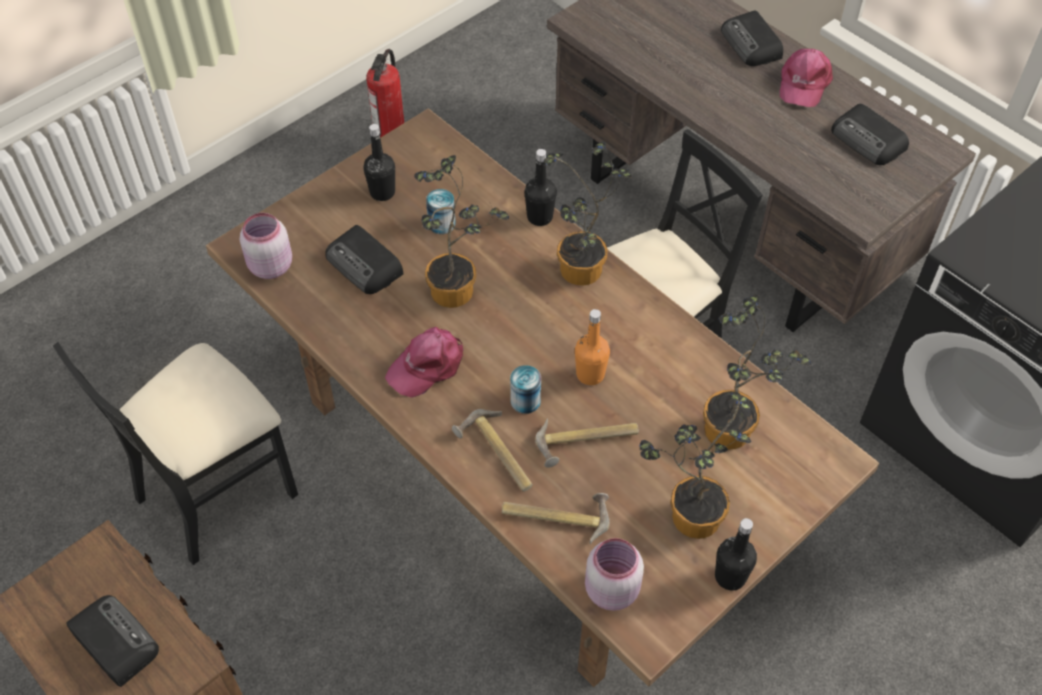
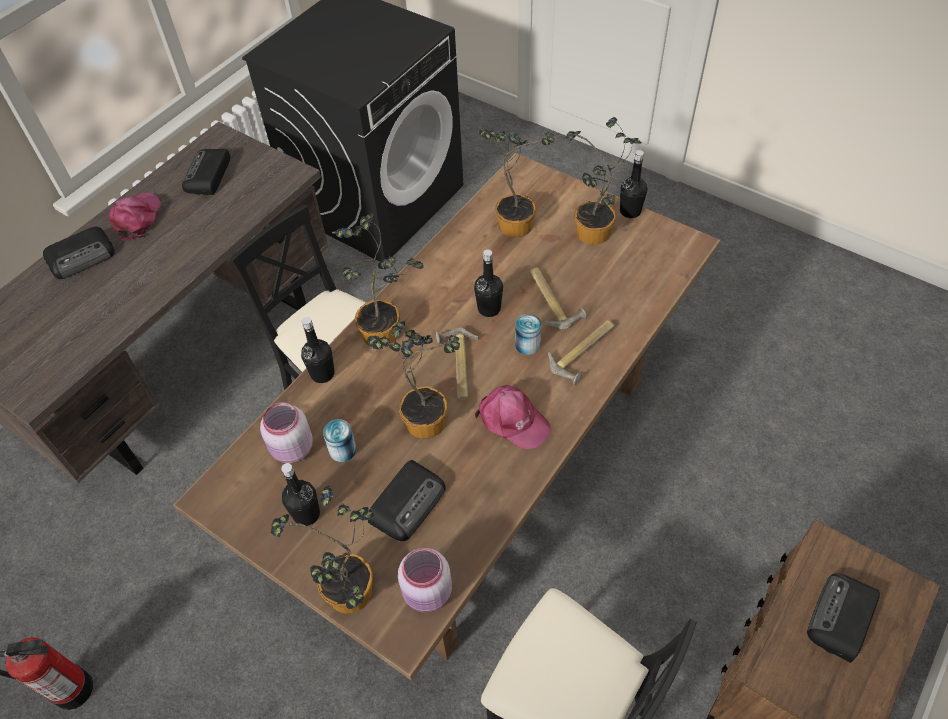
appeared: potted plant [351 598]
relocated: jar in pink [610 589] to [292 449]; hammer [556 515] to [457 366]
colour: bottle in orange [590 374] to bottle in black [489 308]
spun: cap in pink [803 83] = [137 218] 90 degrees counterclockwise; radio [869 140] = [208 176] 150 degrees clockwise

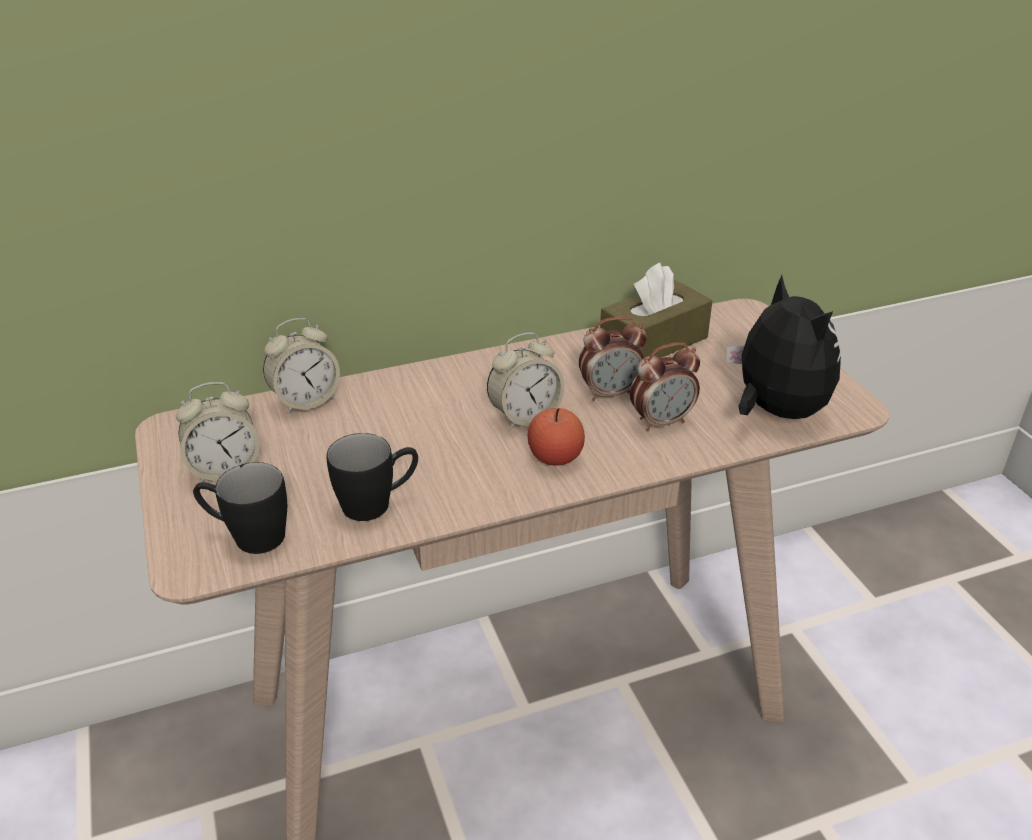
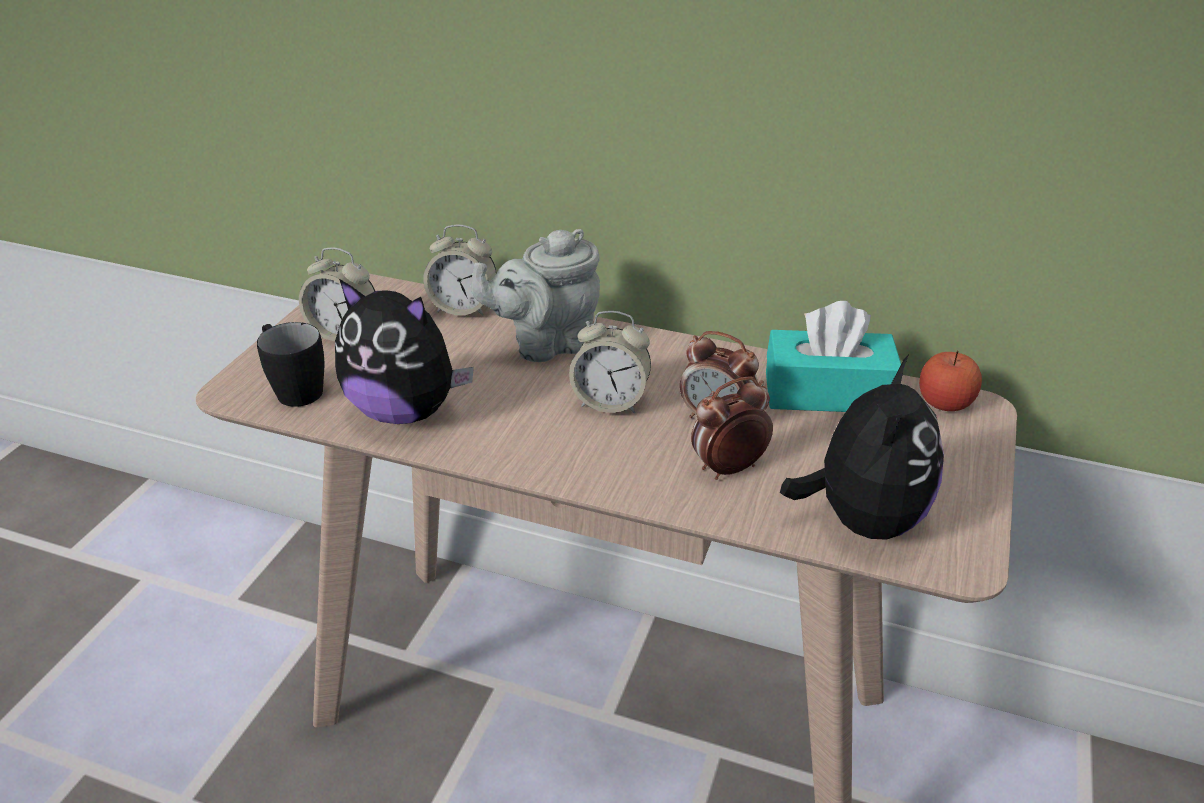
appeared: teapot in grey [545 344]
relocated: apple [555 457] to [944 403]
exchanged: mug in black [377 503] to plush toy [405 411]
colour: tissue box in brown [653 342] to tissue box in turquoise [827 393]
spun: alarm clock [662 422] = [728 468] 135 degrees clockwise

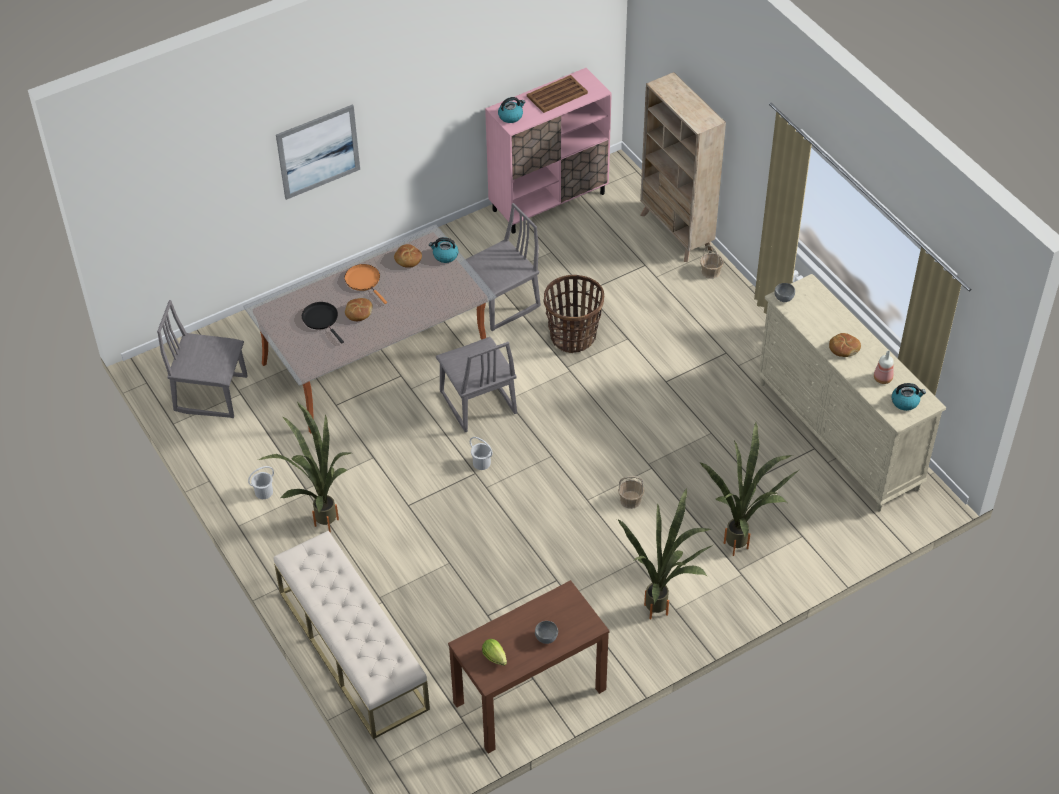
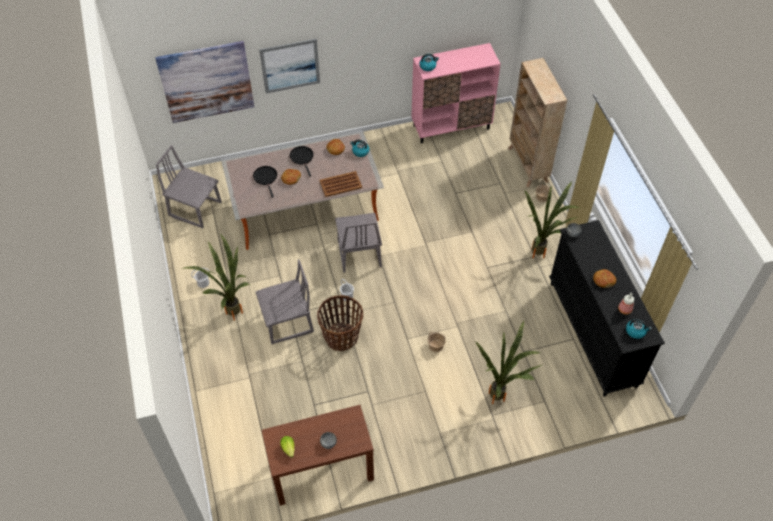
missing: bench in beige [352 649]
appeared: picture [206 82]
relocated: chair in grey [501 304] to [287 322]; basket [573 336] to [341 337]; tray in brown [556 95] to [340 184]; potted plant [664 610] to [542 254]
colour: frying pan in orange [364 281] to frying pan in black [302 158]; dresser in beige [838 436] to dresser in black [592 334]

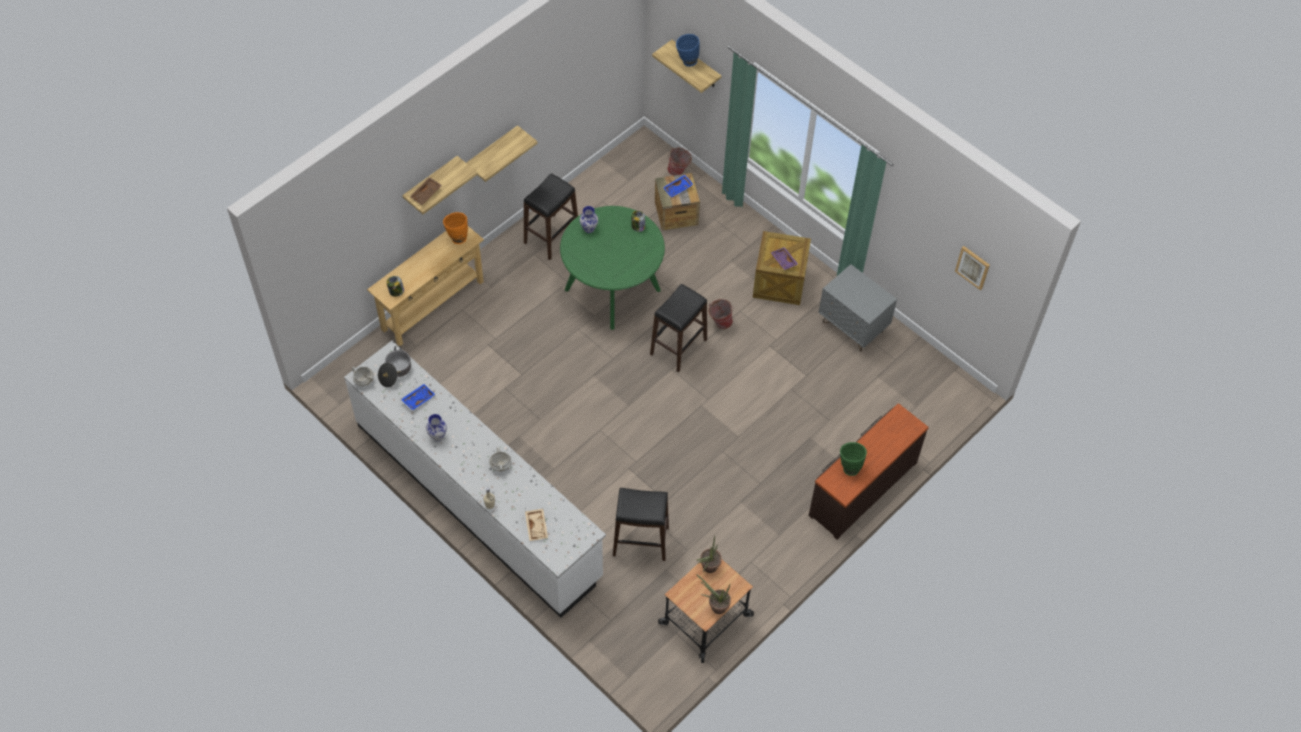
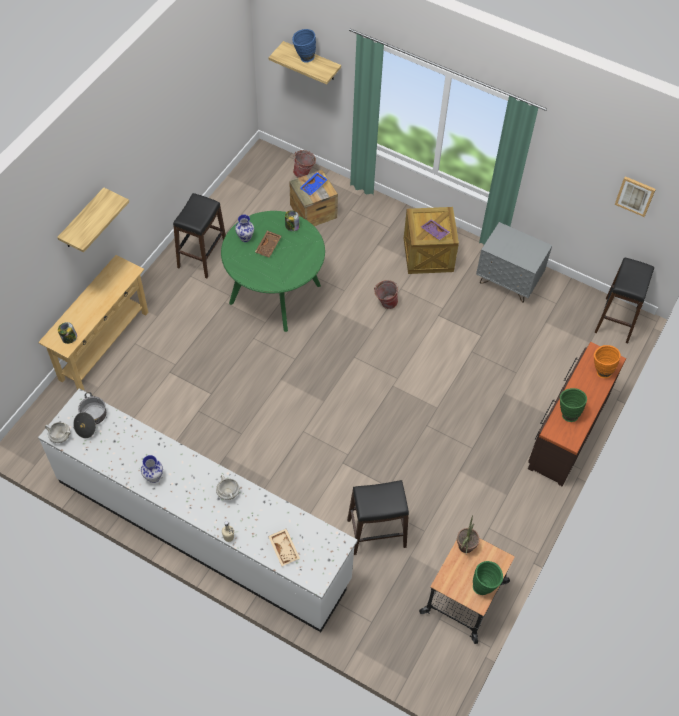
missing: tray in blue [418 399]; shelf [492 151]
relocated: tray in brown [426 194] to [268 246]; stool in black [678 347] to [616 320]; vase in orange [457 237] to [600 371]
exchanged: potted plant [715 606] to vase in green [484 586]

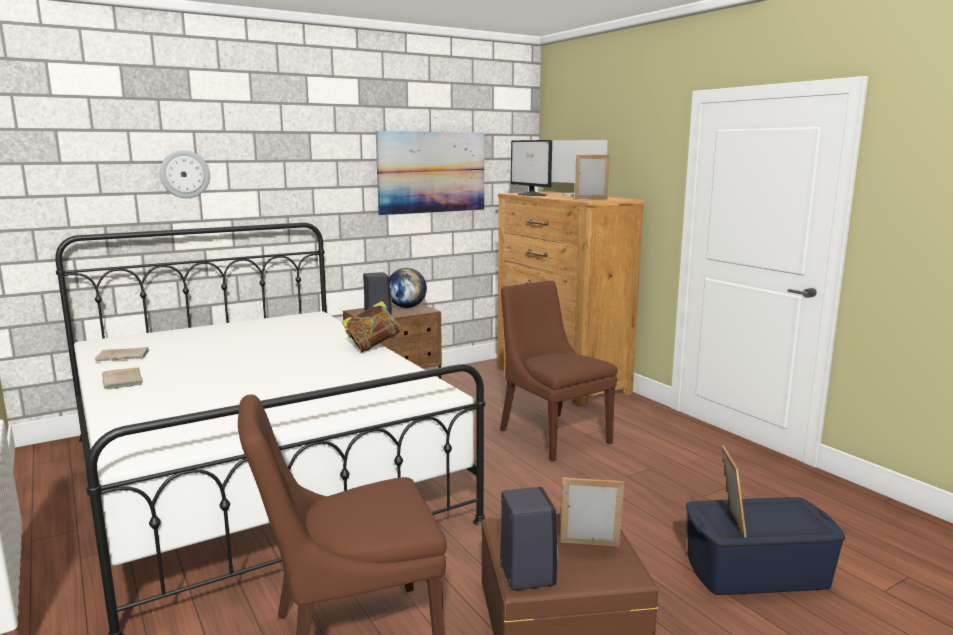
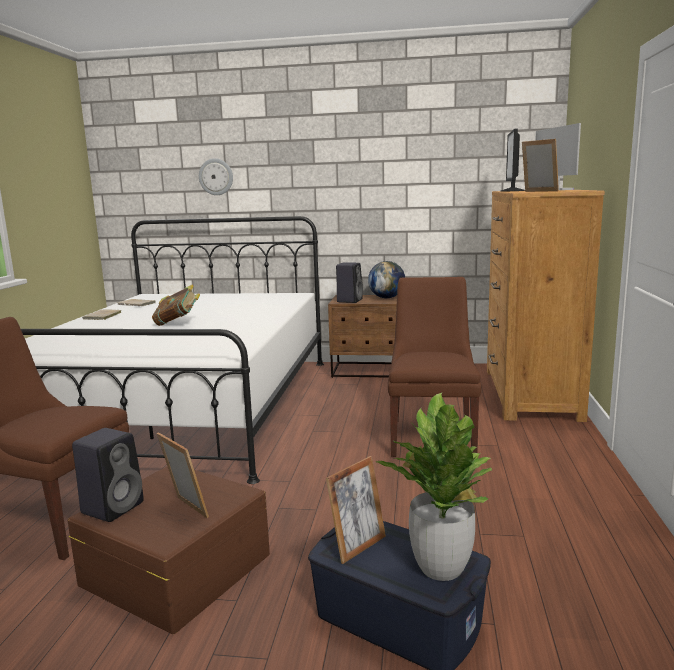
missing: picture [431 172]
appeared: potted plant [440 567]
relocated: book [373 346] to [177 323]

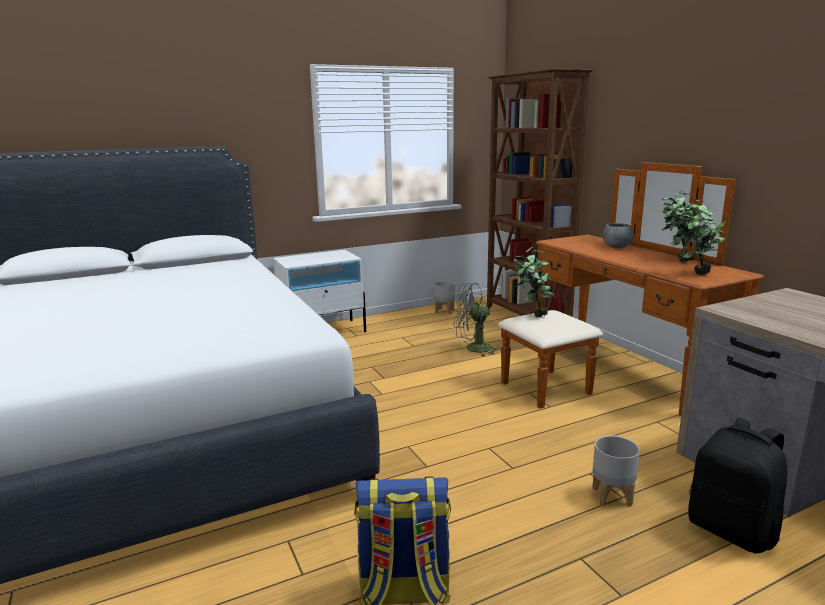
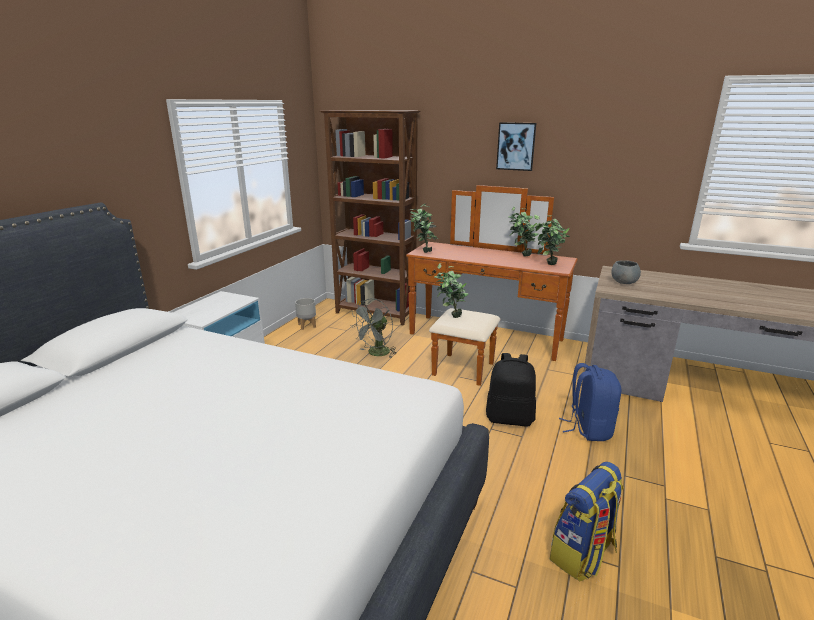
appeared: potted plant [422 251]; picture [516 146]
relocated: backpack in black [732 530] to [510 418]; bowl in grey [617 247] to [624 282]
exchanged: planter in grey [611 495] to backpack in blue [588 428]

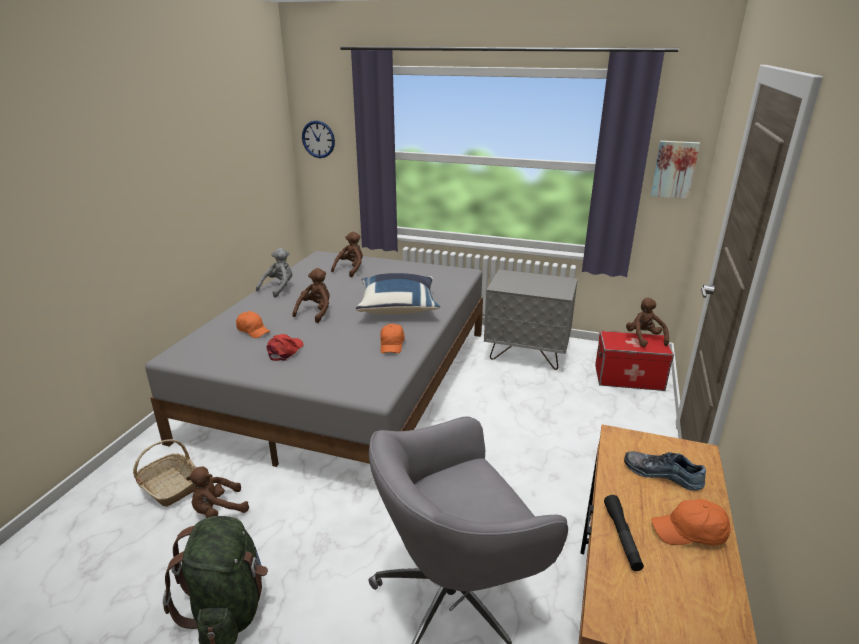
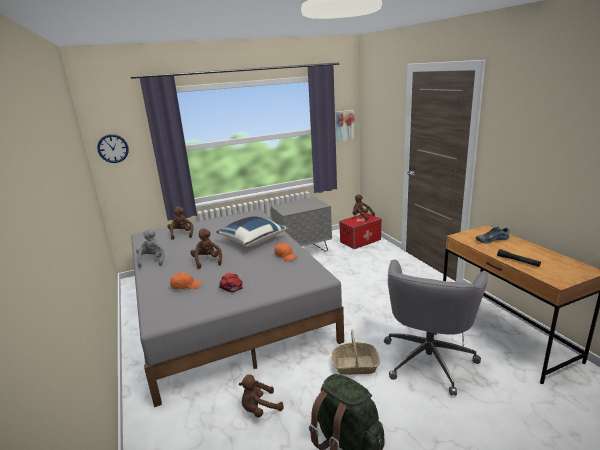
missing: cap in orange [690 533]
relocated: basket [169 486] to [355 365]
spun: plush toy in brown [218 510] = [260 409] 45 degrees clockwise

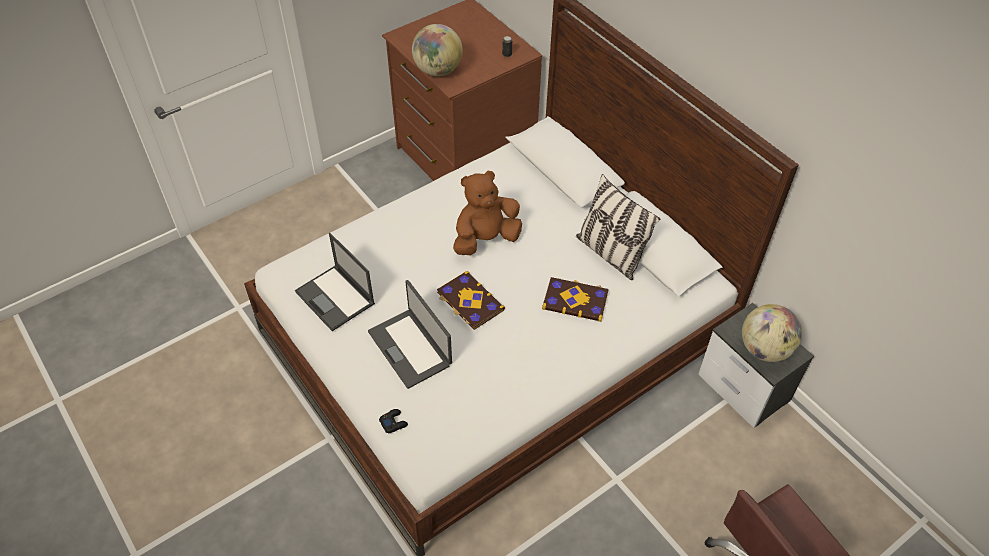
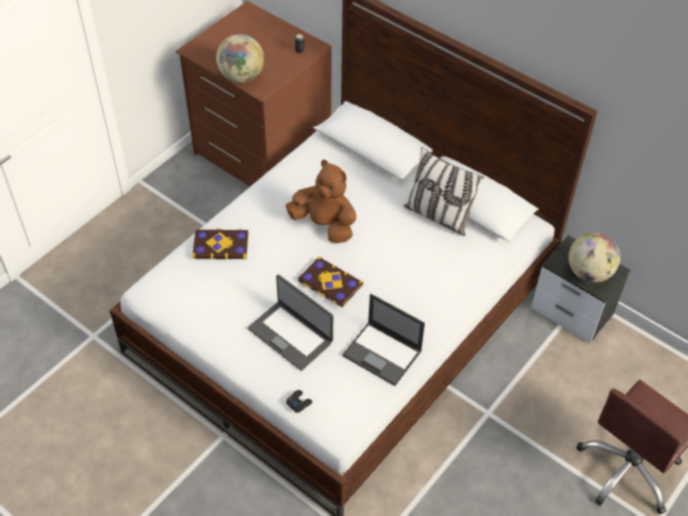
relocated: book [575 300] to [221 245]; laptop [335 298] to [383 354]
spun: plush toy in brown [485 239] = [324 225] 75 degrees clockwise

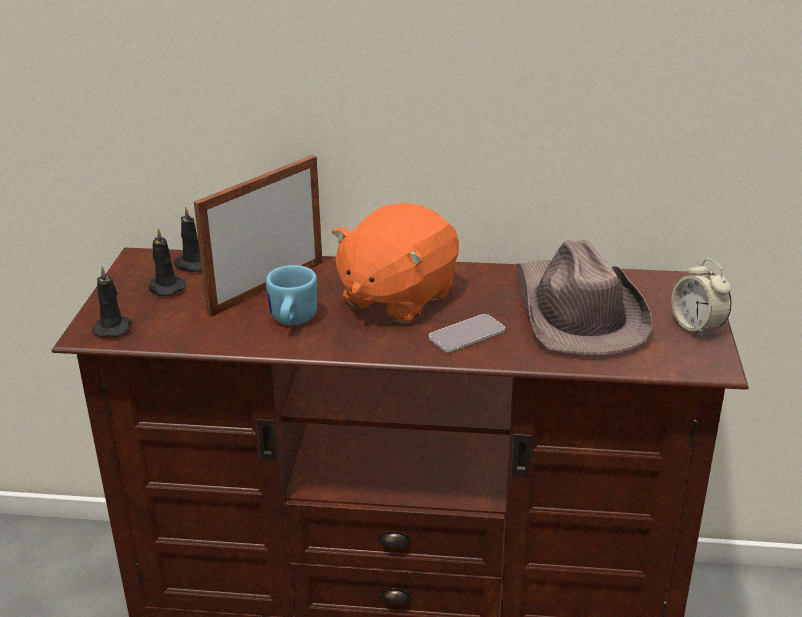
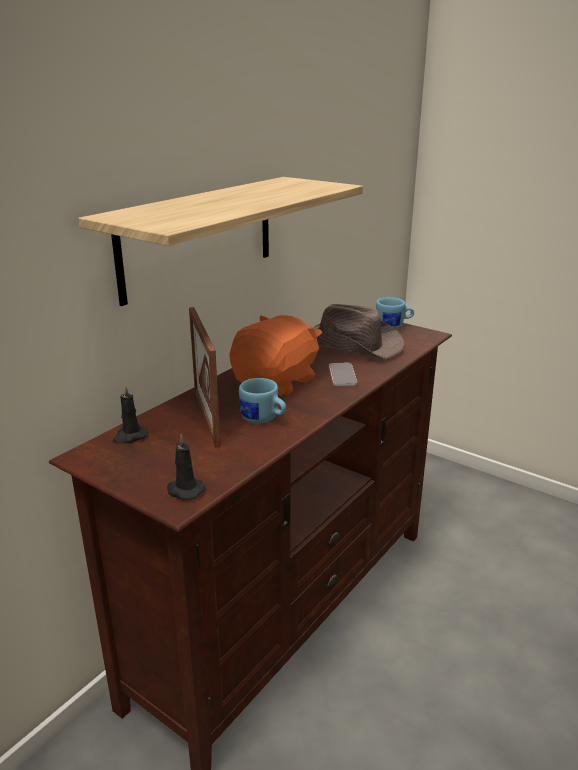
missing: candle in black [165 288]
appeared: shelf [199 237]
exchanged: alarm clock [697 327] to mug in blue [393 326]
spun: plush toy in orange [396 297] = [276 382] 120 degrees counterclockwise

